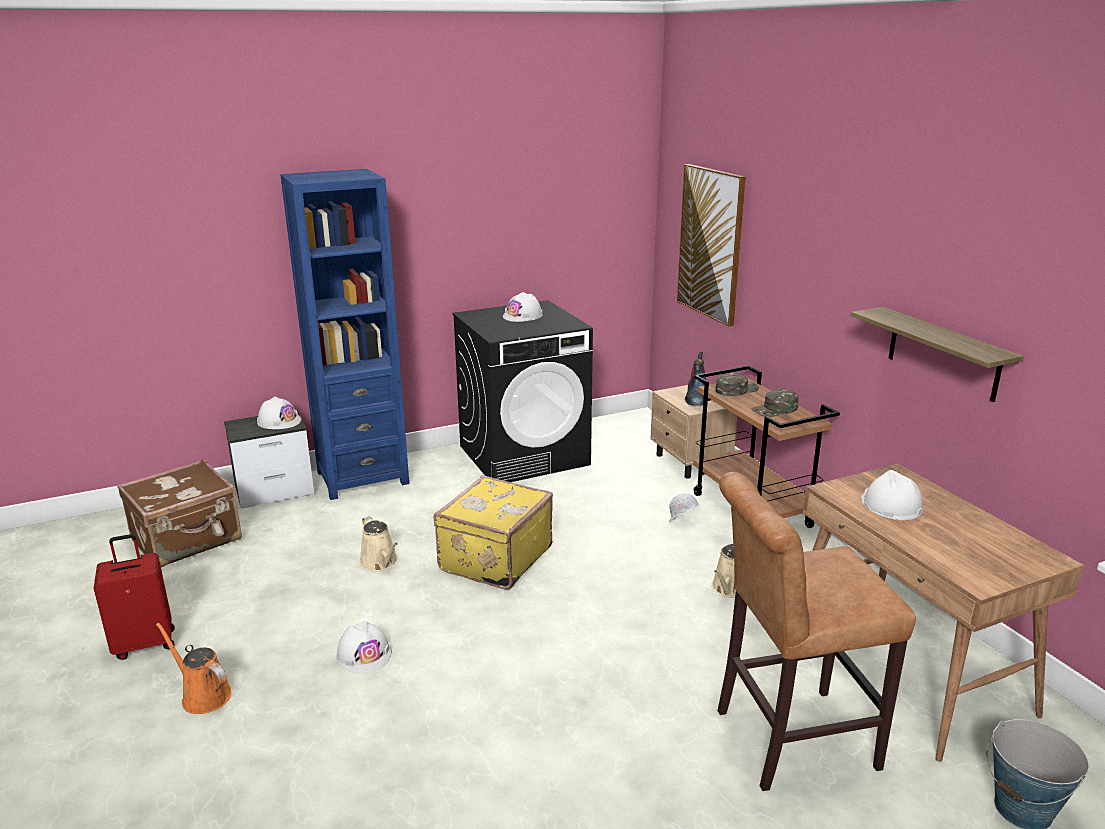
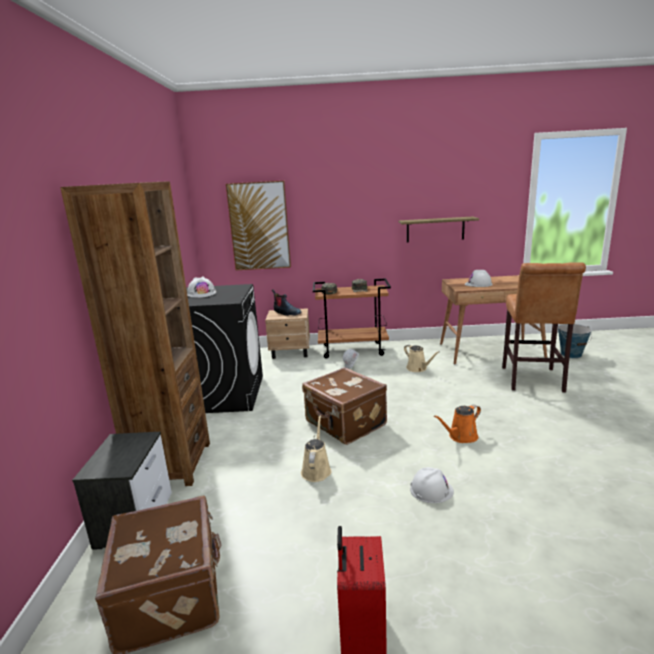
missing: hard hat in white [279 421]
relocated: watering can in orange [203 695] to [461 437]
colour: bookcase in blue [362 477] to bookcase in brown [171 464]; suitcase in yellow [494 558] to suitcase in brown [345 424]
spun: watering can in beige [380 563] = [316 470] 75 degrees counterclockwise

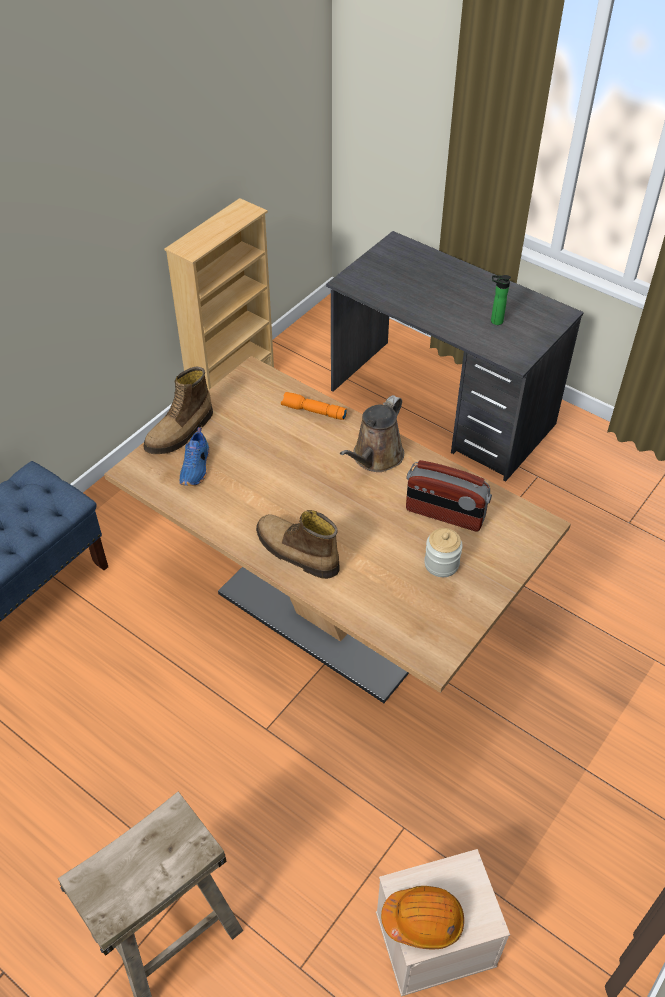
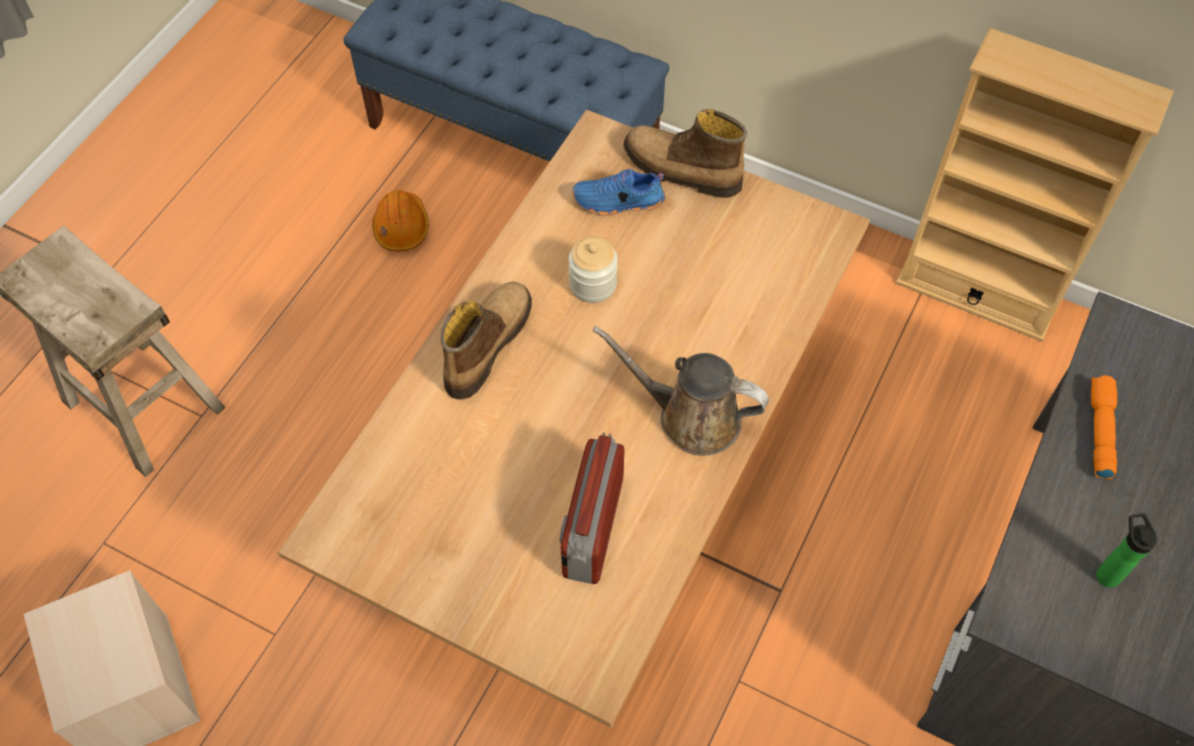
relocated: hard hat in orange [423 920] to [401 227]; jar [441 564] to [593 284]; flashlight in orange [313 411] to [1099 430]

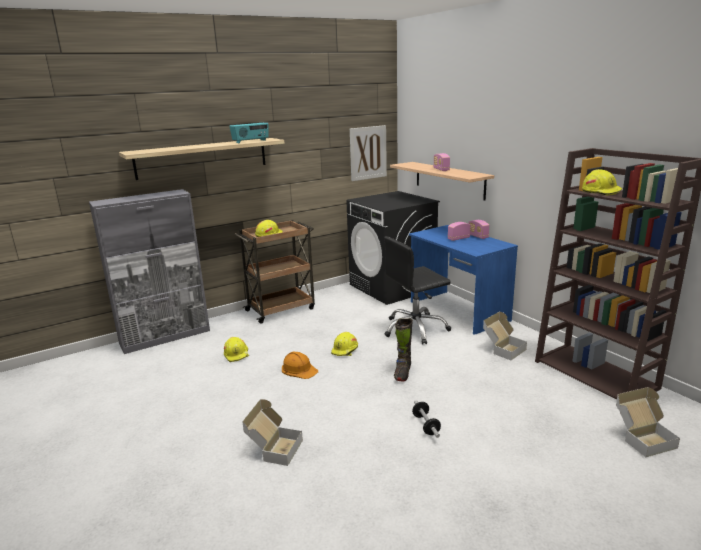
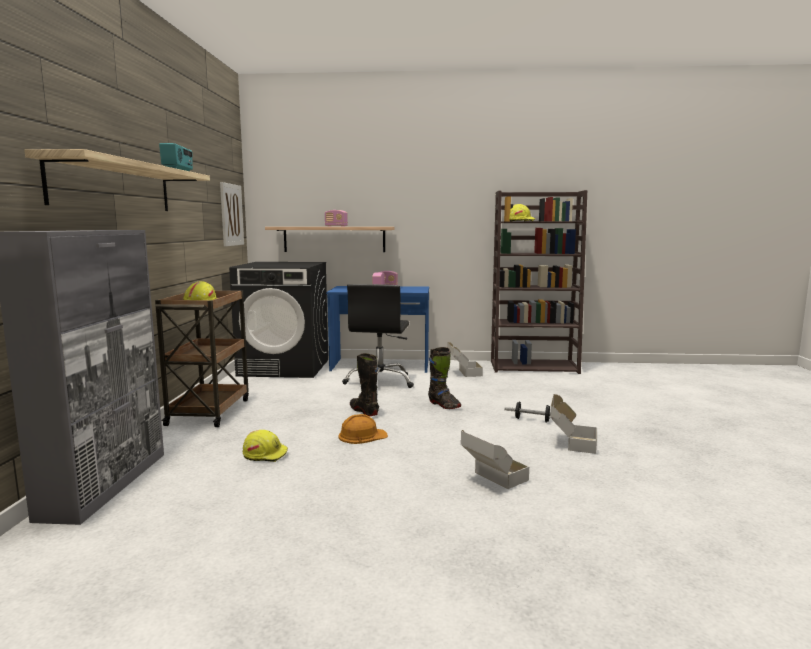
relocated: cardboard box [642 438] to [571 443]
exchanged: hard hat in yellow [345 350] to boot in black [364 411]

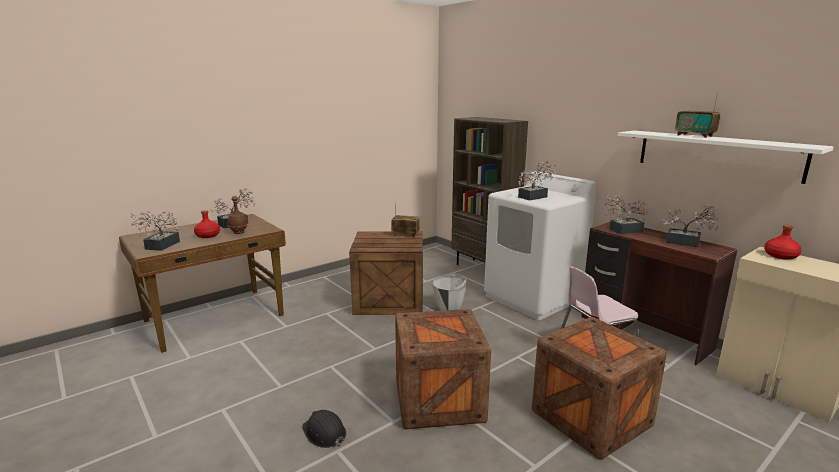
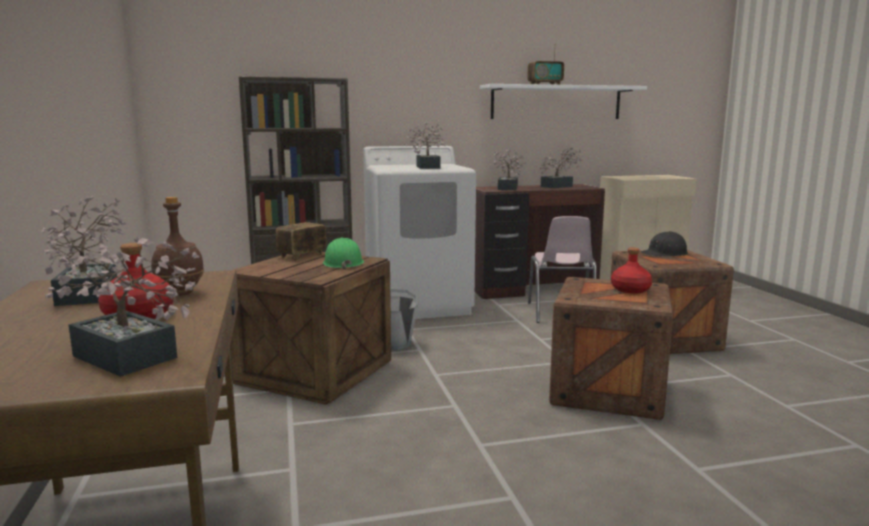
appeared: hard hat in green [342 263]
relocated: bottle in red [780 256] to [630 290]; hard hat in black [324 433] to [665 253]

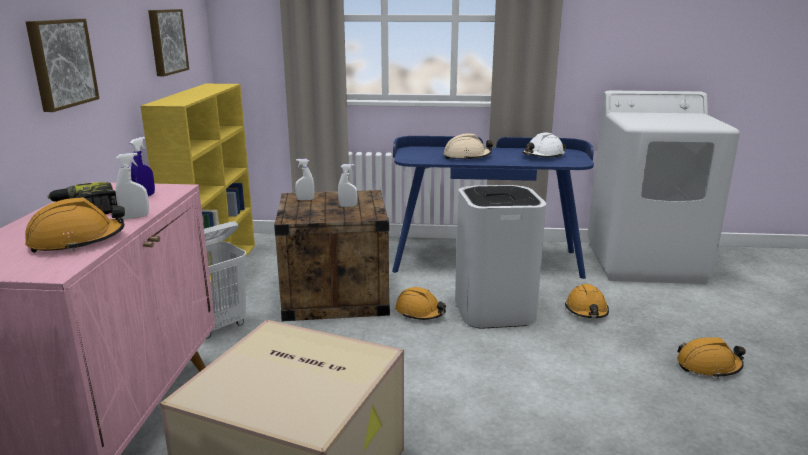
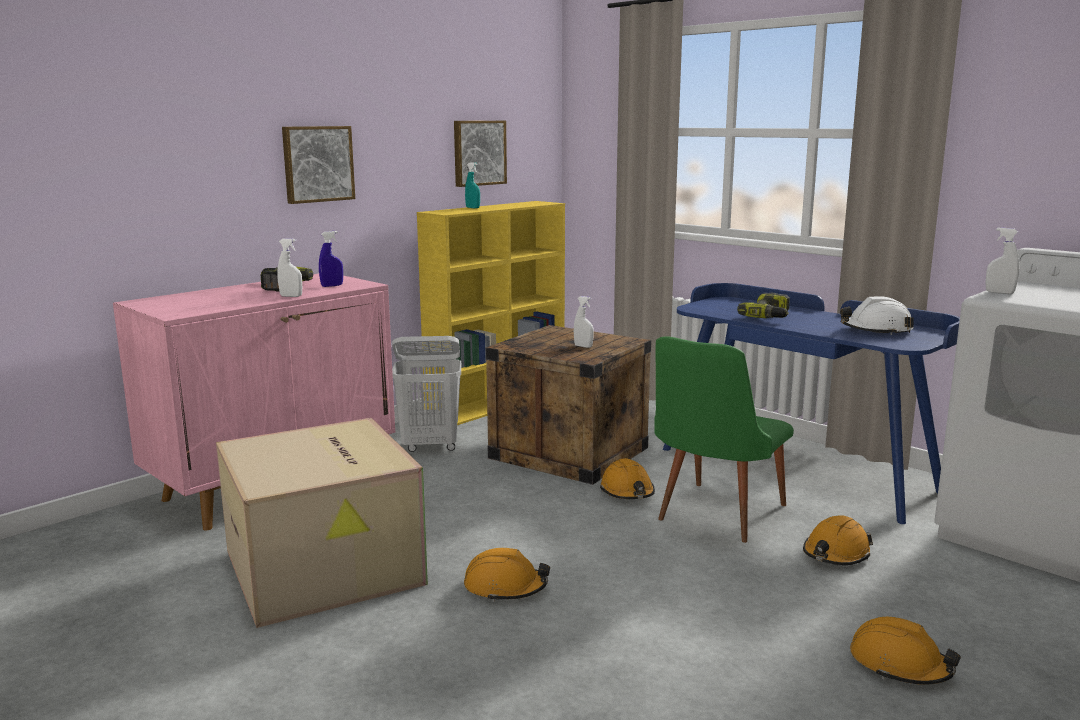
appeared: spray bottle in turquoise [472 208]
relocated: hard hat in orange [77 241] to [505 587]; spray bottle in white [305 199] to [999 293]
exchanged: trash can in white [494 310] to chair in green [713 516]; hard hat in beige [467 157] to power drill [769 316]

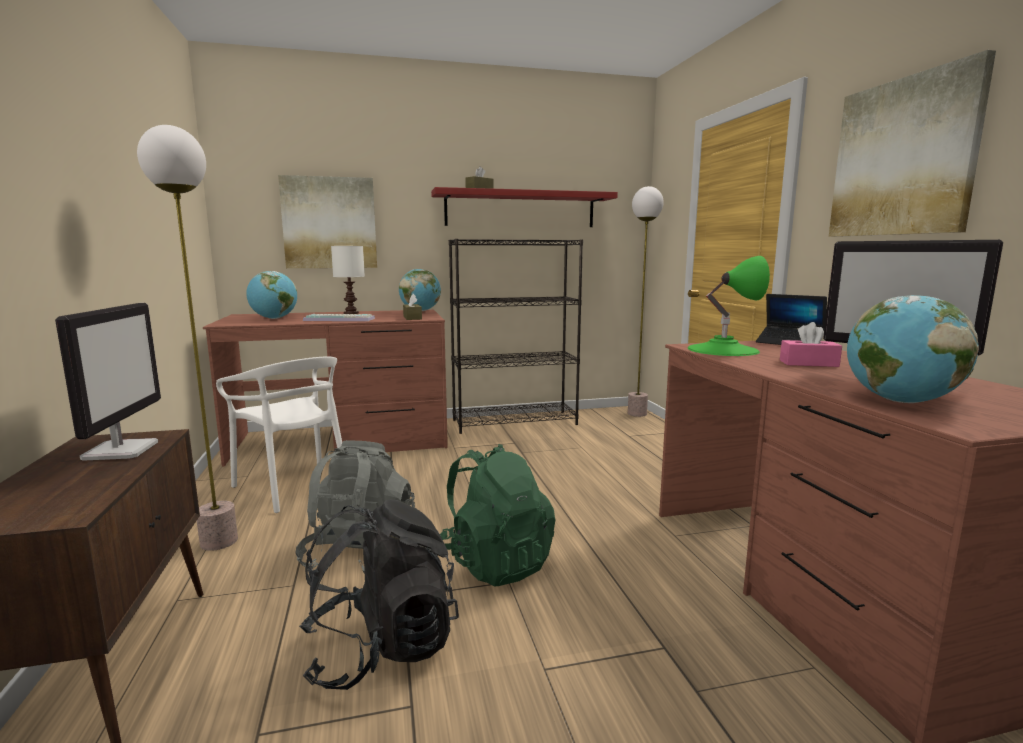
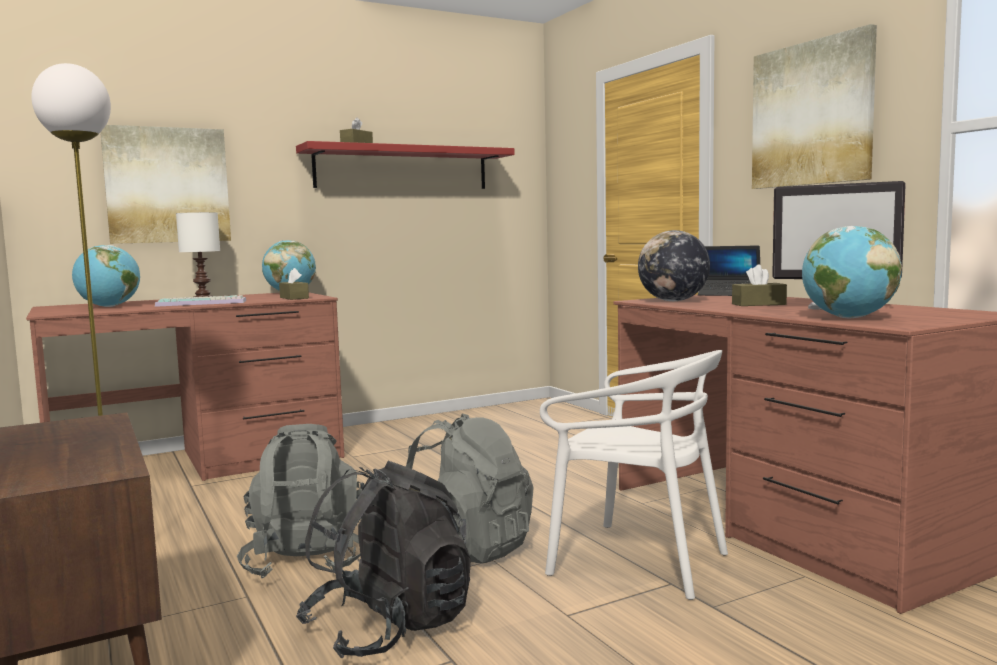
missing: monitor [121 450]; bookcase in black [515 422]; floor lamp [637 413]
relocated: chair in white [294 486] to [638 561]
exchanged: table lamp in green [723 349] to globe [673 301]
colour: backpack in green [495 562] to backpack in grey [468 547]; tissue box in pink [808 363] to tissue box in brown [758 304]

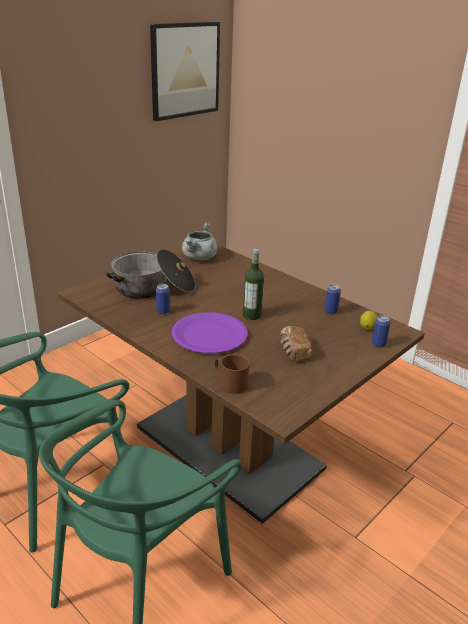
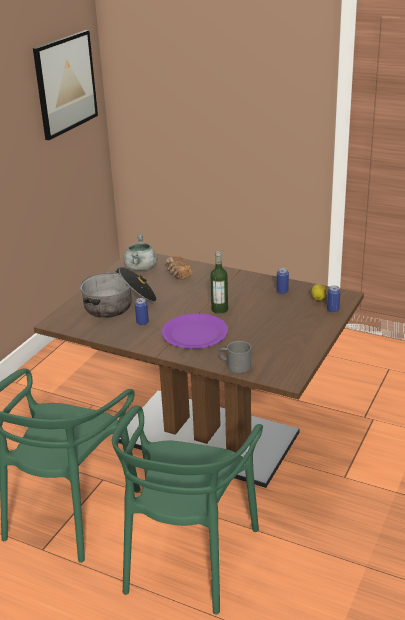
relocated: bread [293 352] to [177 275]
colour: mug in brown [230 383] to mug in grey [235 366]

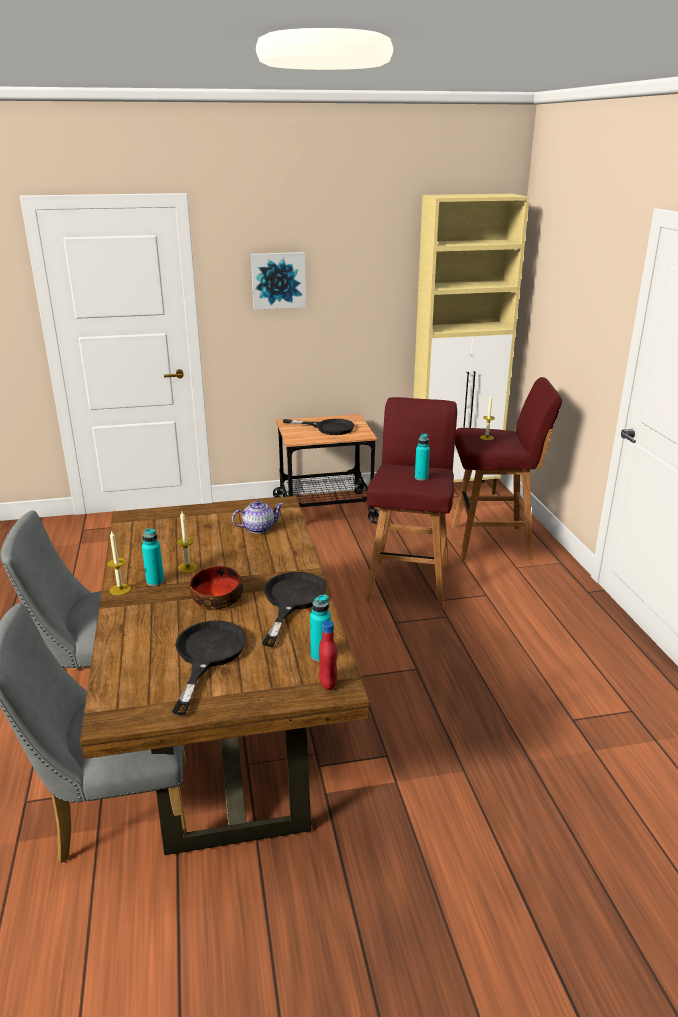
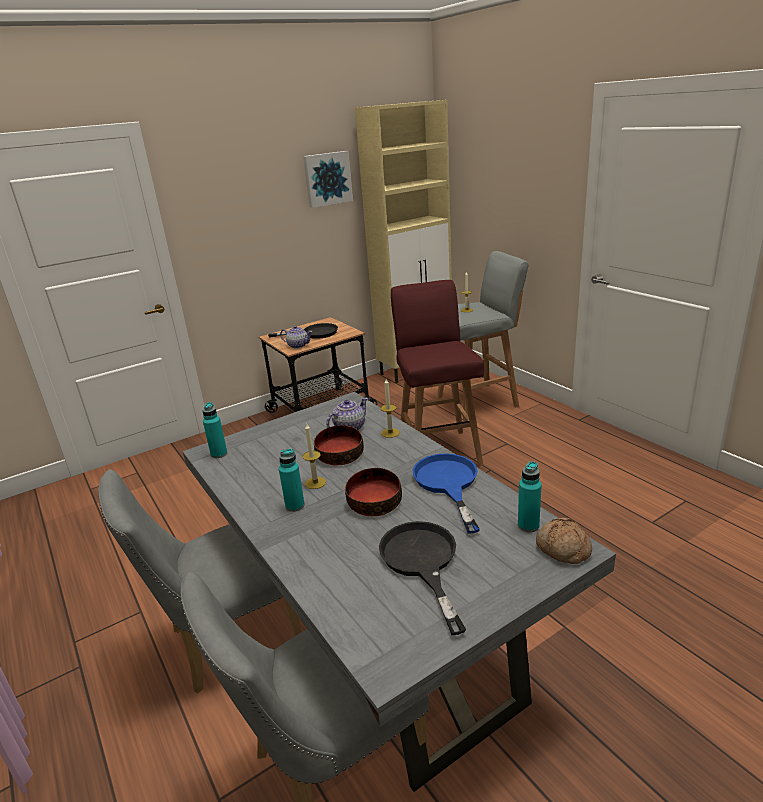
appeared: teapot [297 345]; bowl [339 455]
relocated: bottle in turquoise [421 478] to [219 454]; picture [278 280] to [327 179]; candle [120 589] to [390 433]
exchanged: bottle in red [328 683] to bread [562 549]
colour: dining table in brown [226 725] to dining table in grey [375 632]; frying pan in black [291 601] to frying pan in blue [448 484]; stool in red [493 543] to stool in grey [479 401]

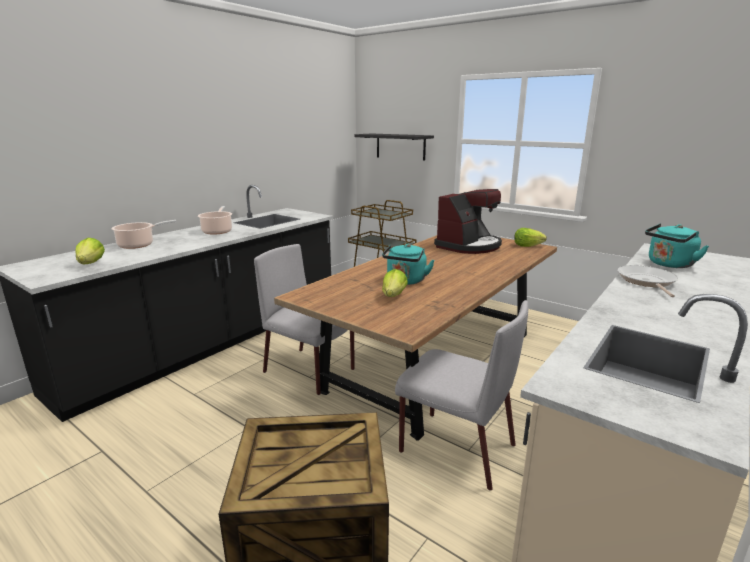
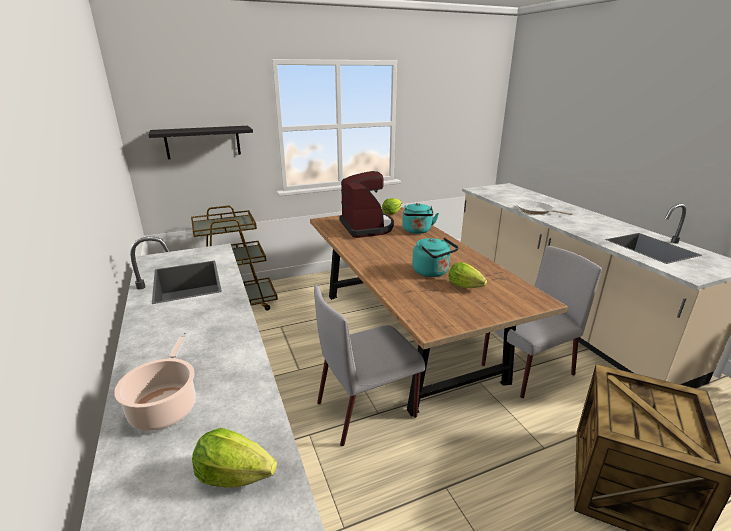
missing: cooking pot [217 231]
relocated: kettle in turquoise [669 264] to [417 231]

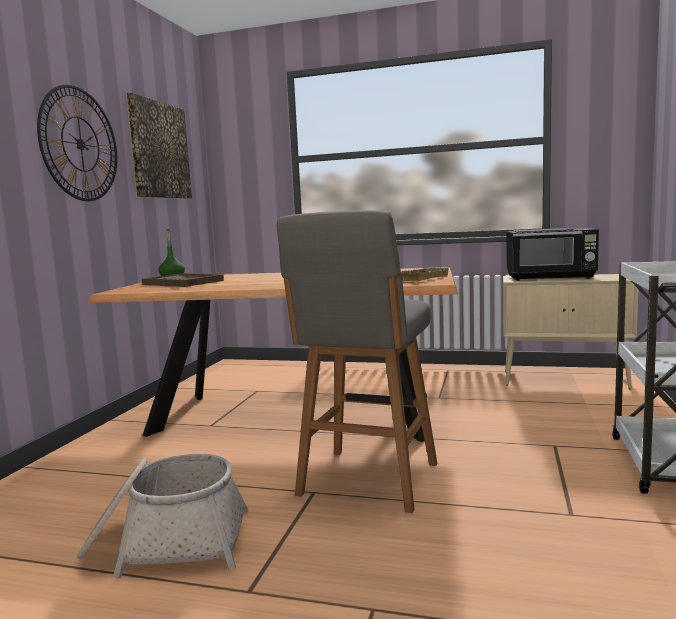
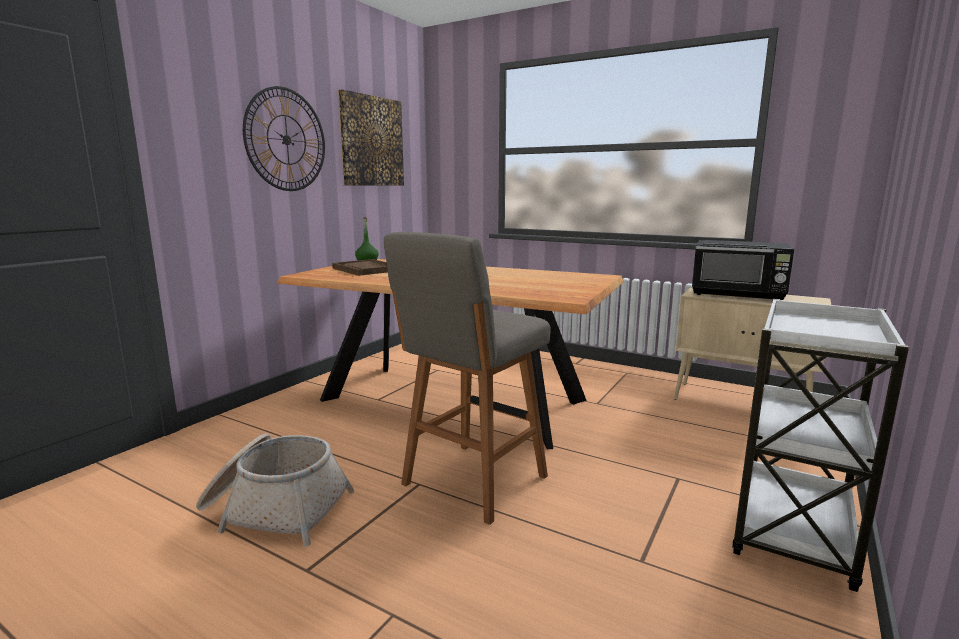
missing: tray in beige [420 278]

